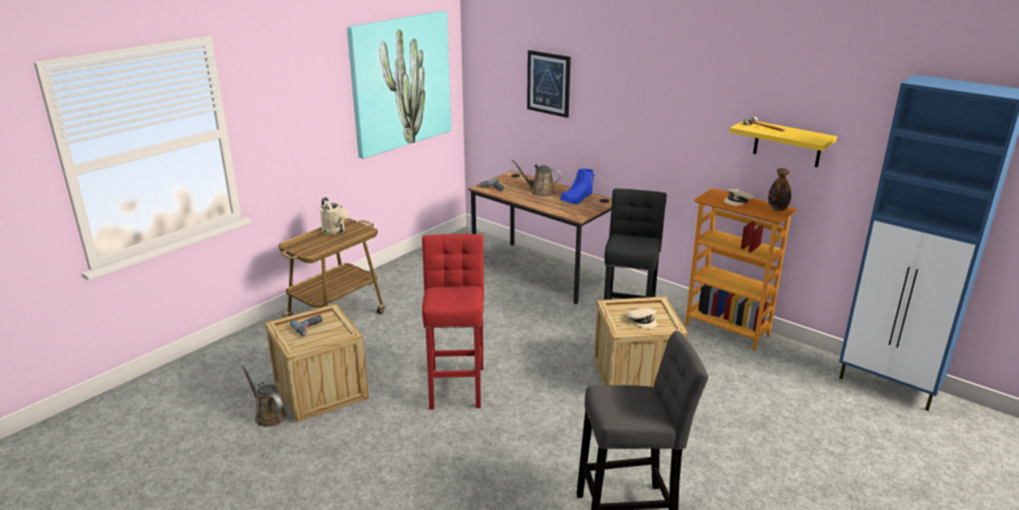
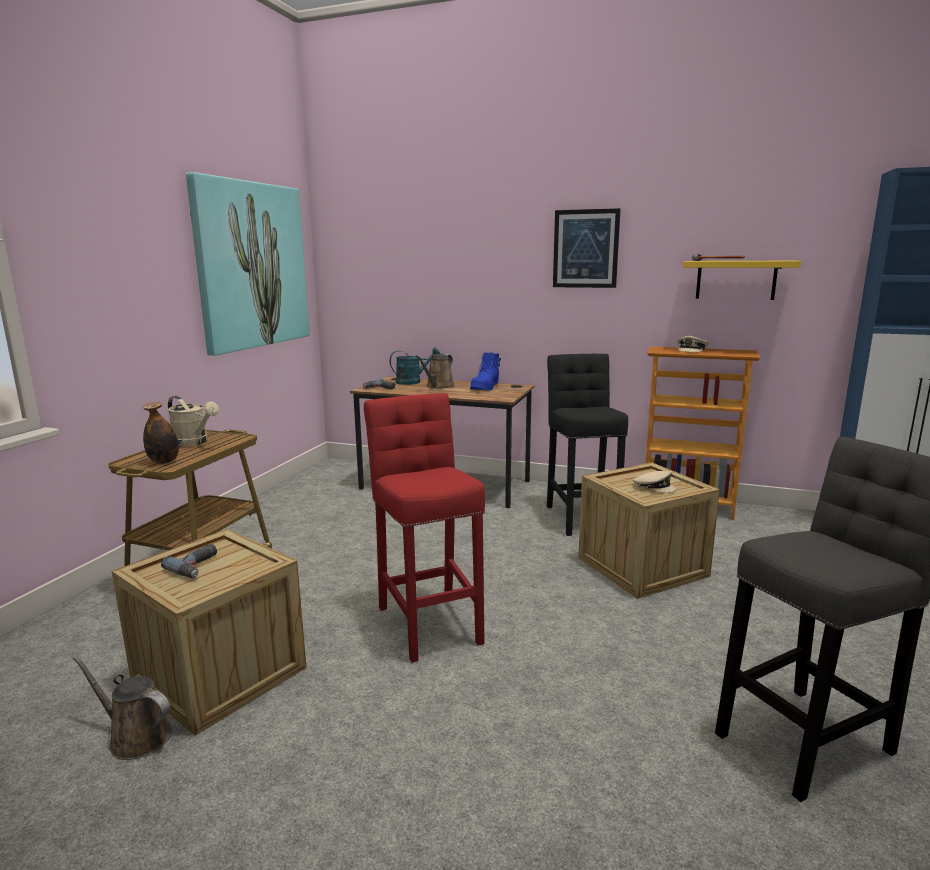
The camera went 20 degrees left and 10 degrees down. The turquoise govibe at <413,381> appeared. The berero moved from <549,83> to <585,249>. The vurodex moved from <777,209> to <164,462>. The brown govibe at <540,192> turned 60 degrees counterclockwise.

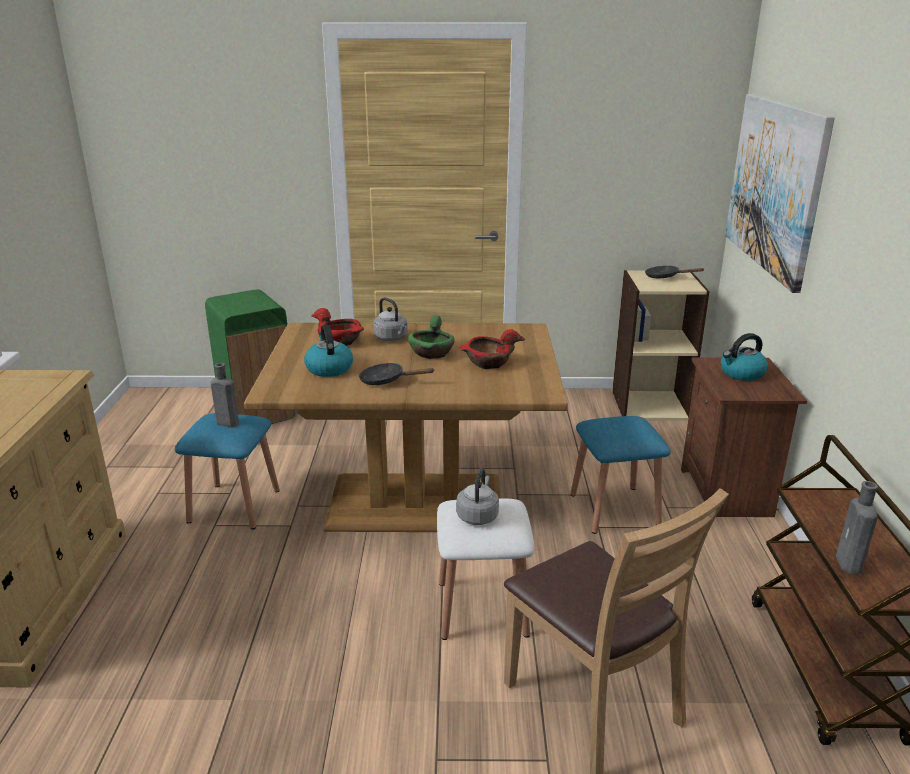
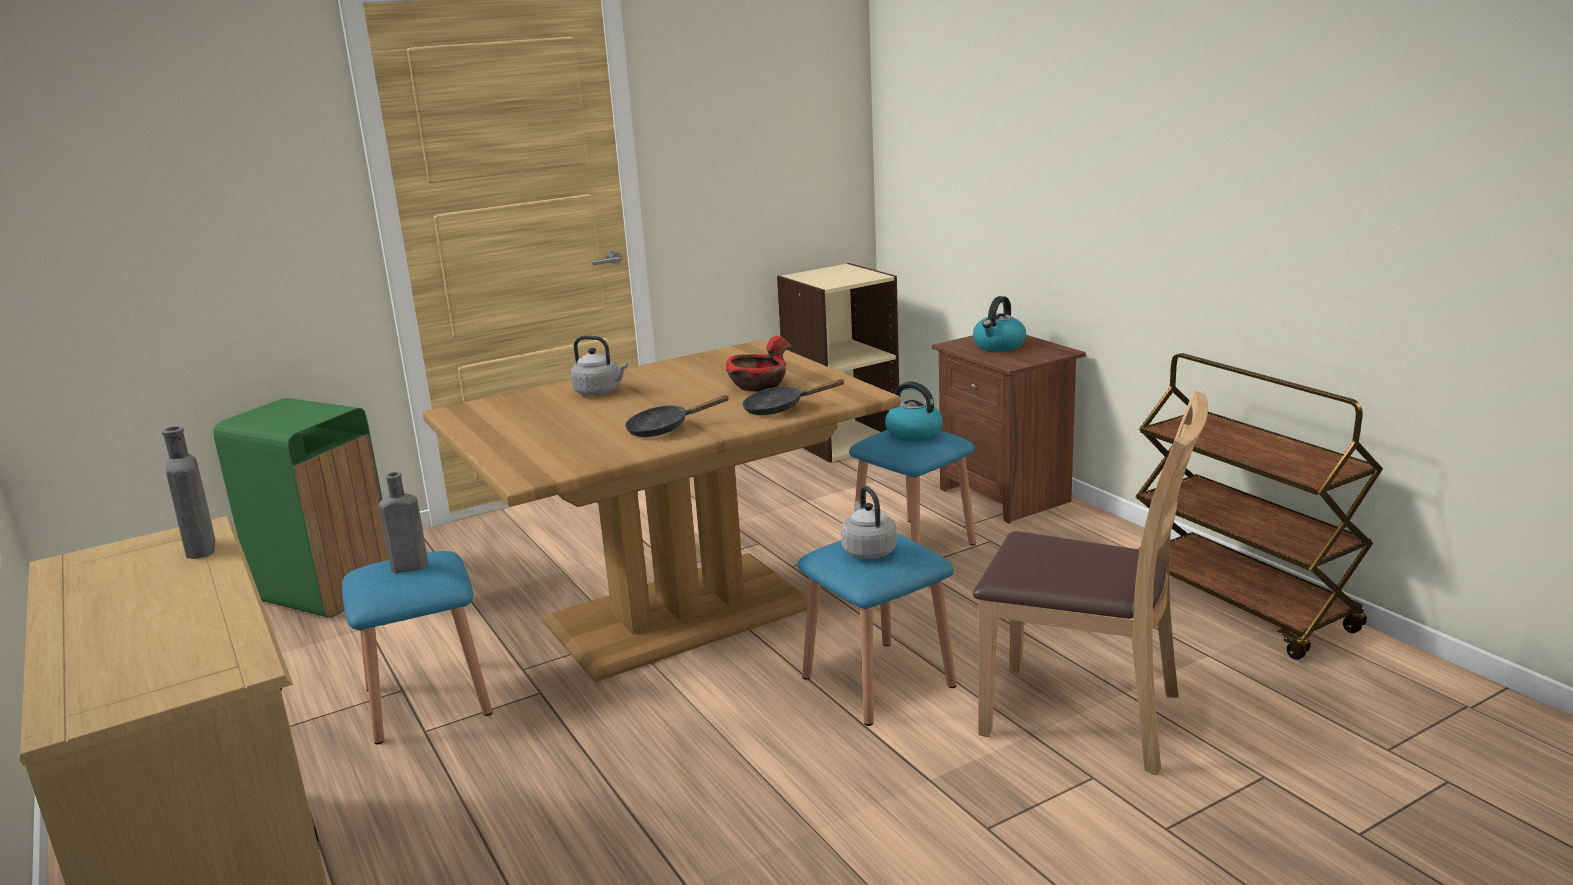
The camera went 30 degrees left and 5 degrees down. The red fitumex at <340,341> disappeared. The green fitumex at <432,353> disappeared. The berero at <775,186> disappeared. The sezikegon moved from <329,368> to <912,434>. The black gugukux moved from <665,277> to <780,408>. The grey vurodex moved from <849,565> to <201,550>. The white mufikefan at <482,608> became the blue mufikefan at <878,681>.

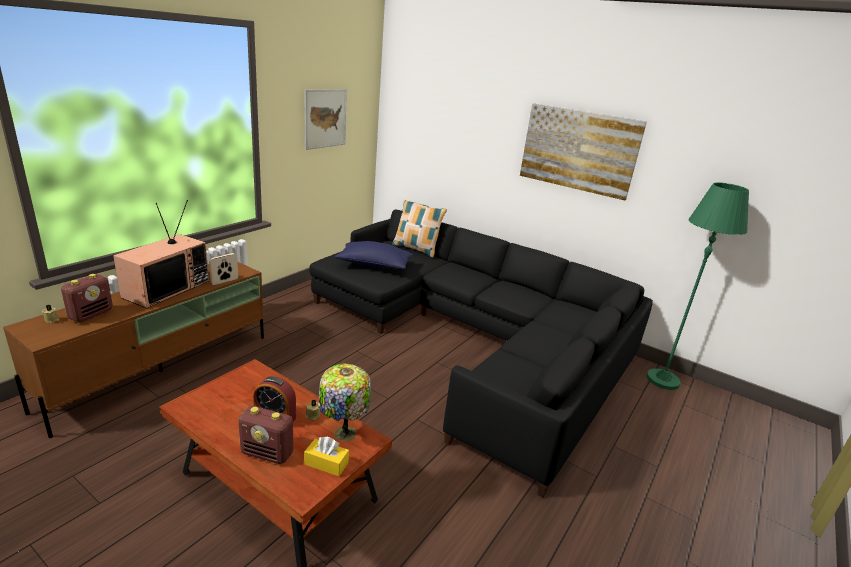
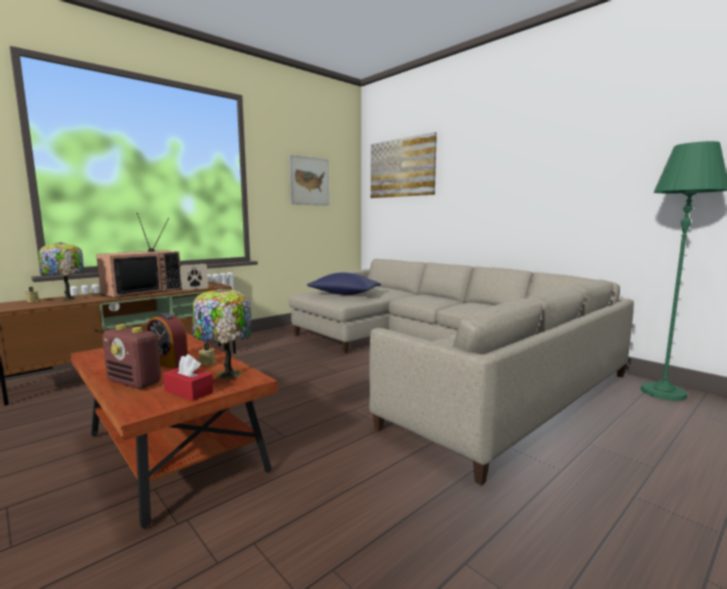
The camera went 15 degrees right and 15 degrees down. The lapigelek at <416,249> disappeared. The berero moved from <578,150> to <401,168>. The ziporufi at <91,314> was replaced by the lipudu at <66,299>. The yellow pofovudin at <326,463> became the red pofovudin at <188,391>. The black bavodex at <474,340> became the beige bavodex at <439,359>.

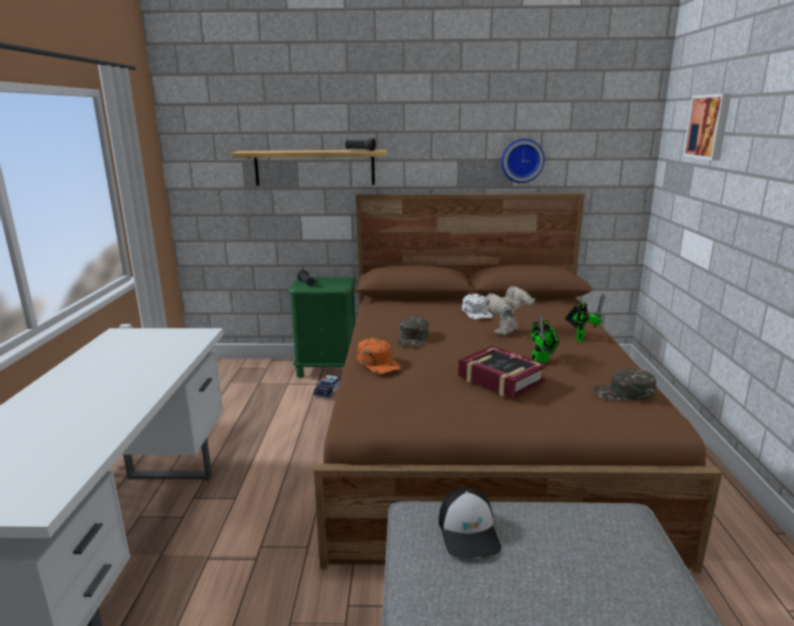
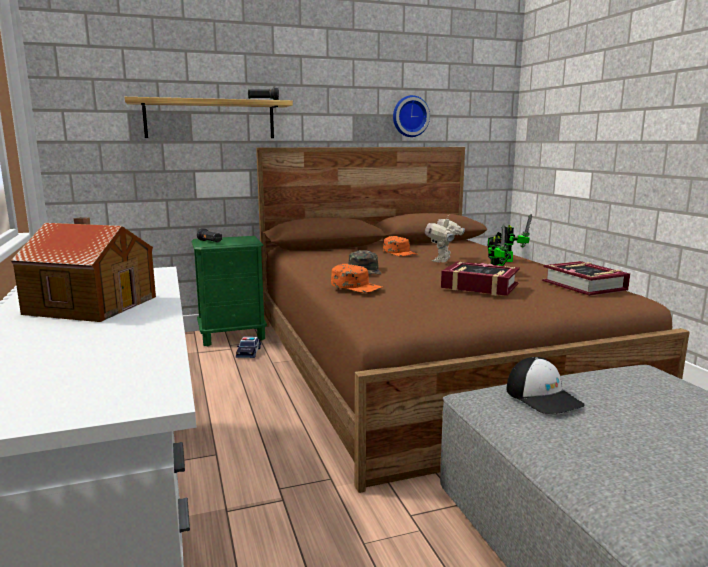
The camera went 20 degrees left and 5 degrees down. The berero at <709,126> disappeared. The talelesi at <92,304> appeared. The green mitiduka at <623,393> was replaced by the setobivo at <584,285>. The white mitiduka at <477,312> became the orange mitiduka at <400,252>.

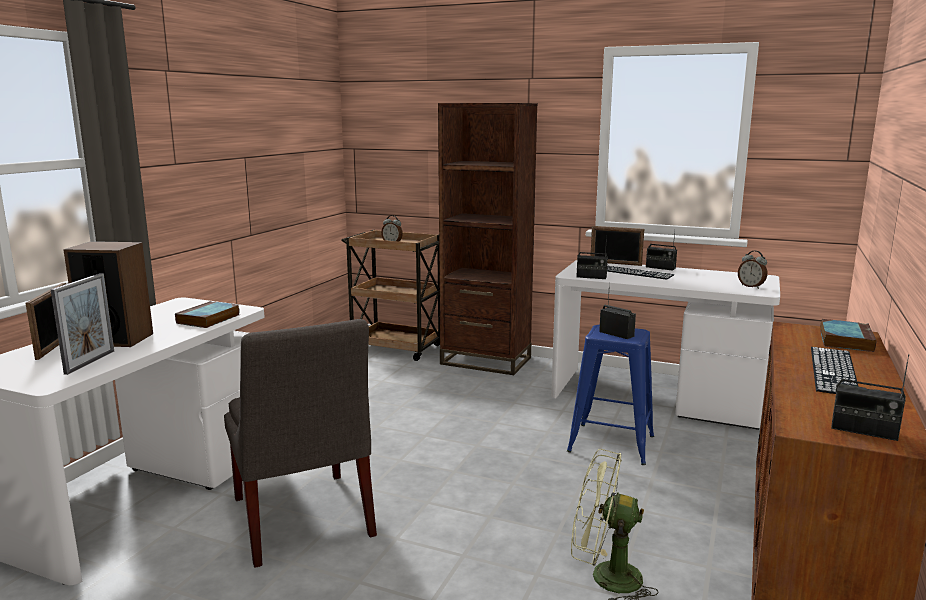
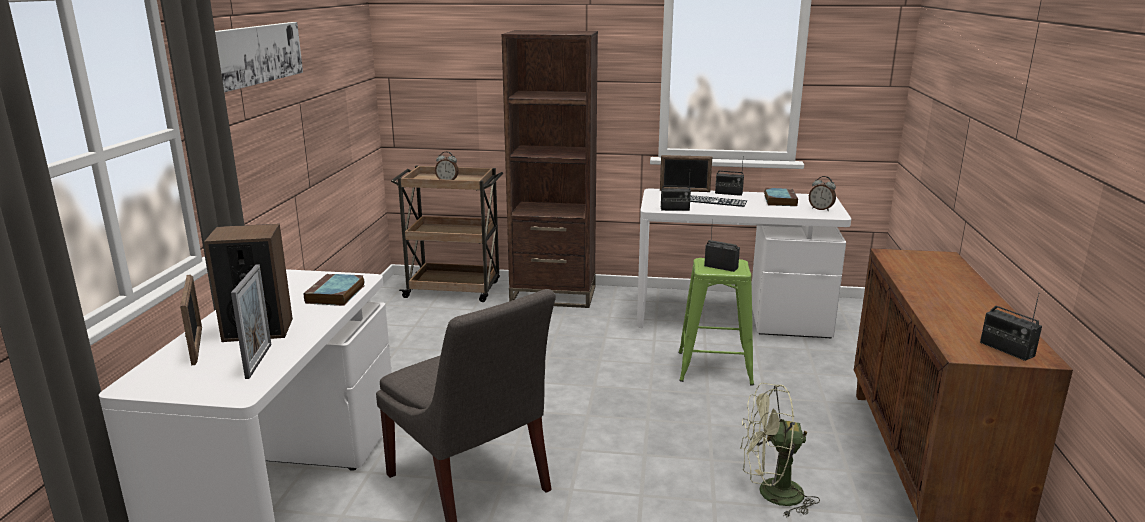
The camera went 15 degrees left and 5 degrees up. The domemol at <833,370> disappeared. The berero at <256,54> appeared. The setobivo moved from <845,340> to <779,200>. The blue mufikefan at <612,444> became the green mufikefan at <715,368>. The ziporufi at <864,430> turned 45 degrees clockwise.

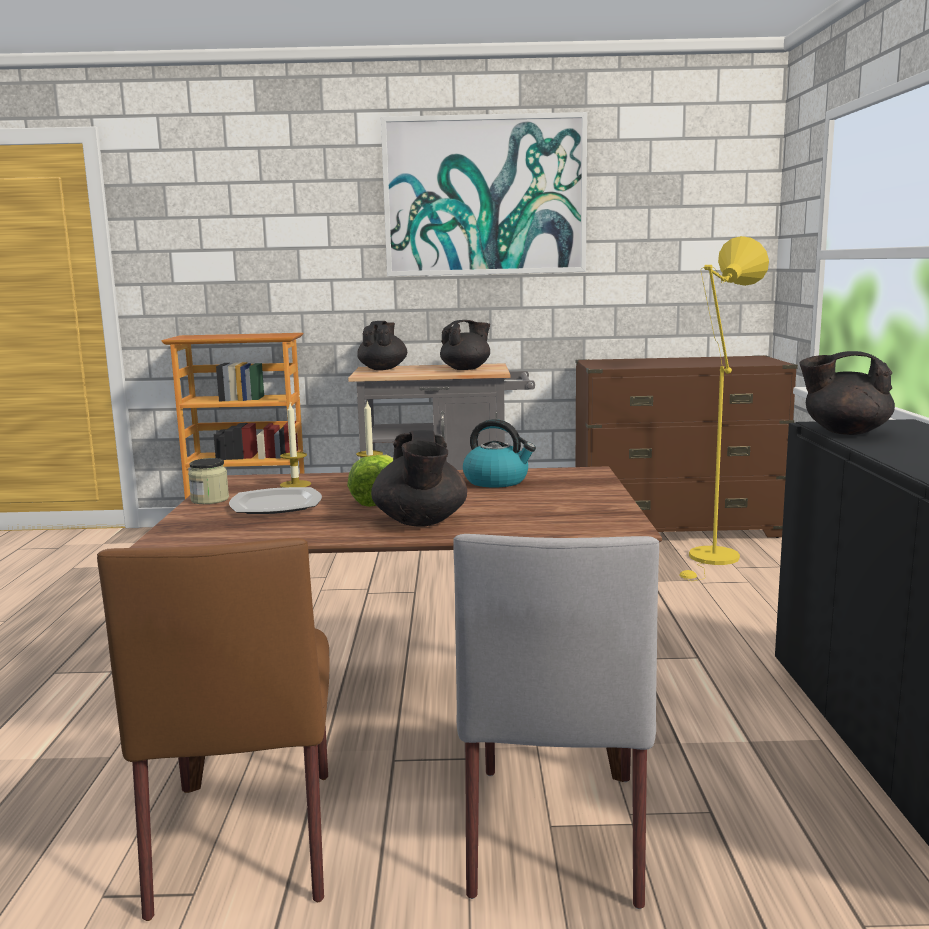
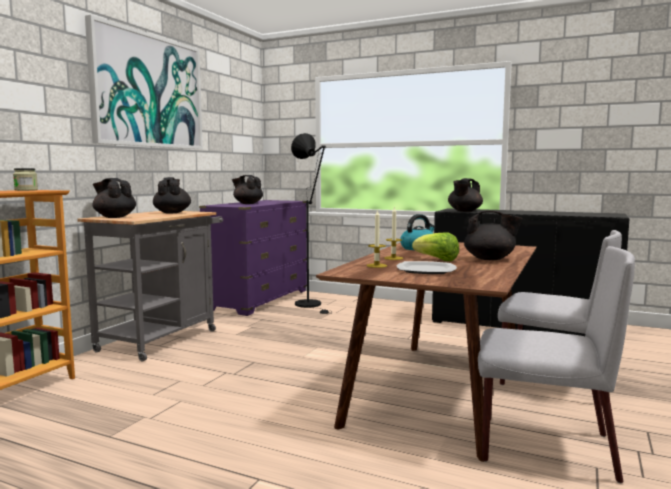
The camera went 65 degrees left and 5 degrees down. The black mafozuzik at <247,203> appeared. The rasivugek moved from <210,499> to <26,190>. The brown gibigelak at <246,837> became the grey gibigelak at <543,447>. The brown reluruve at <676,528> became the purple reluruve at <259,300>. The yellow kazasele at <712,560> became the black kazasele at <311,305>.

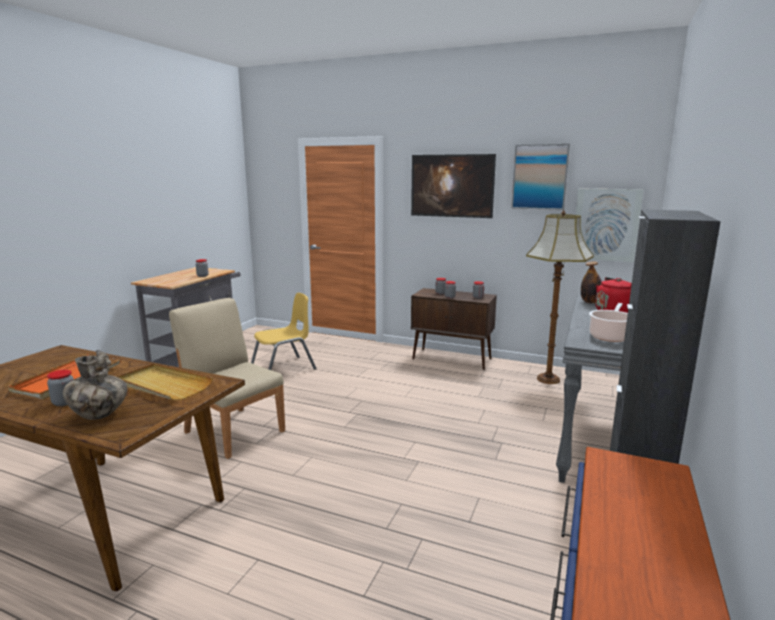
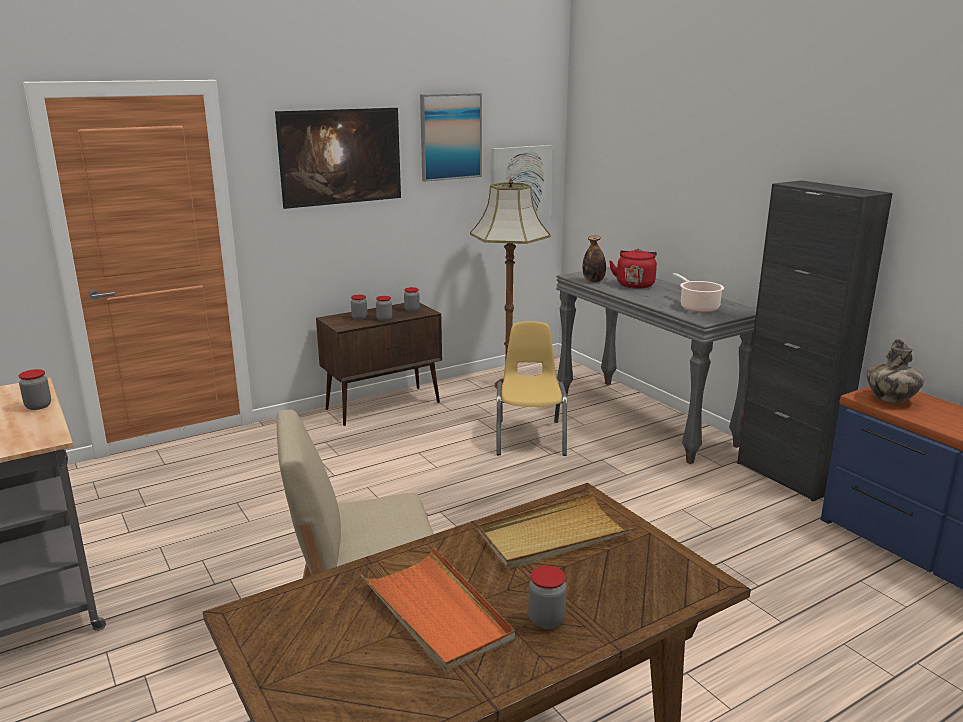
The camera went 55 degrees left and 5 degrees up. The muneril moved from <99,415> to <890,400>. The yellow gibigelak moved from <283,368> to <530,437>.

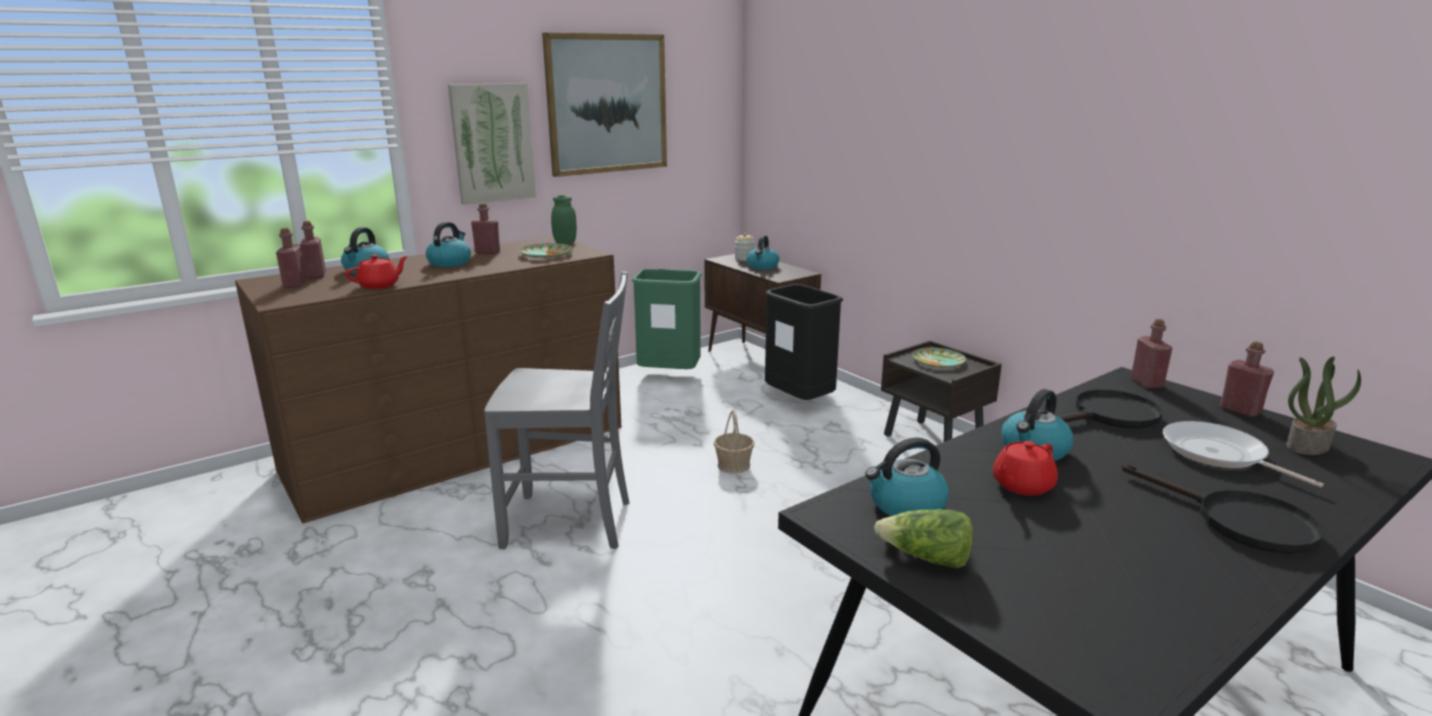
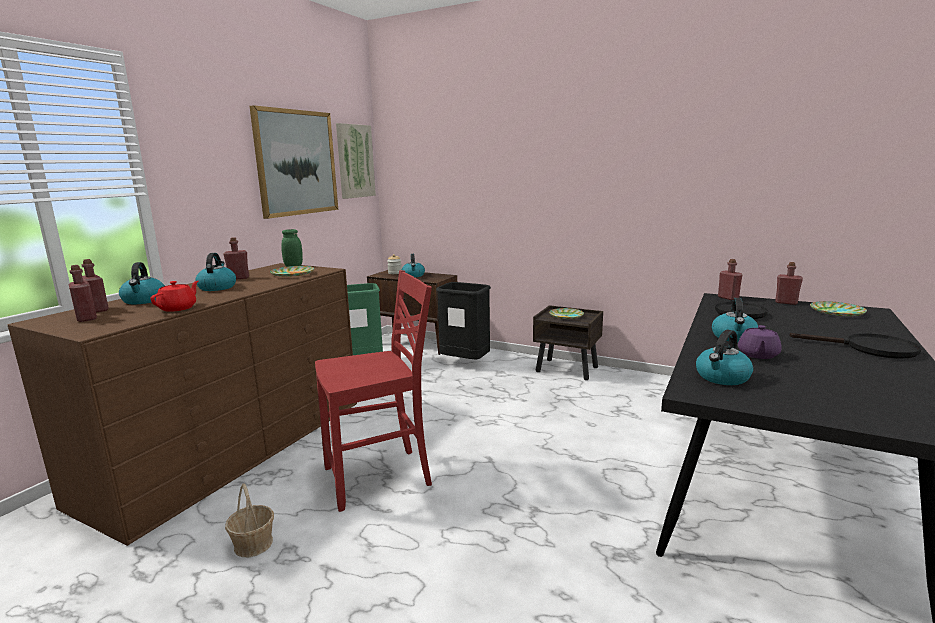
The camera went 25 degrees left and 5 degrees down. The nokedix at <926,558> disappeared. The gugukux at <1218,454> disappeared. The berero moved from <492,143> to <355,161>. The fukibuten moved from <734,465> to <253,544>. The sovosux at <1307,445> was replaced by the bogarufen at <836,312>. The grey gibigelak at <570,523> became the red gibigelak at <380,477>. The red mafozuzik at <1021,485> became the purple mafozuzik at <757,355>.

